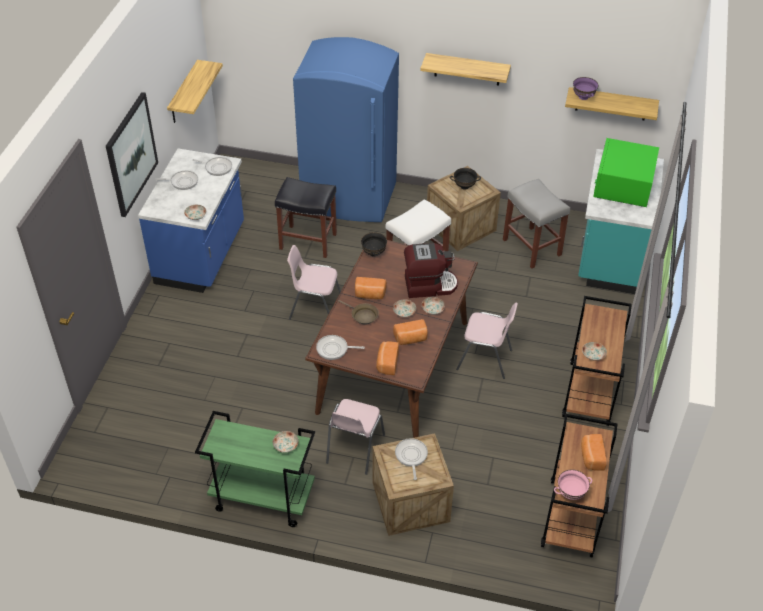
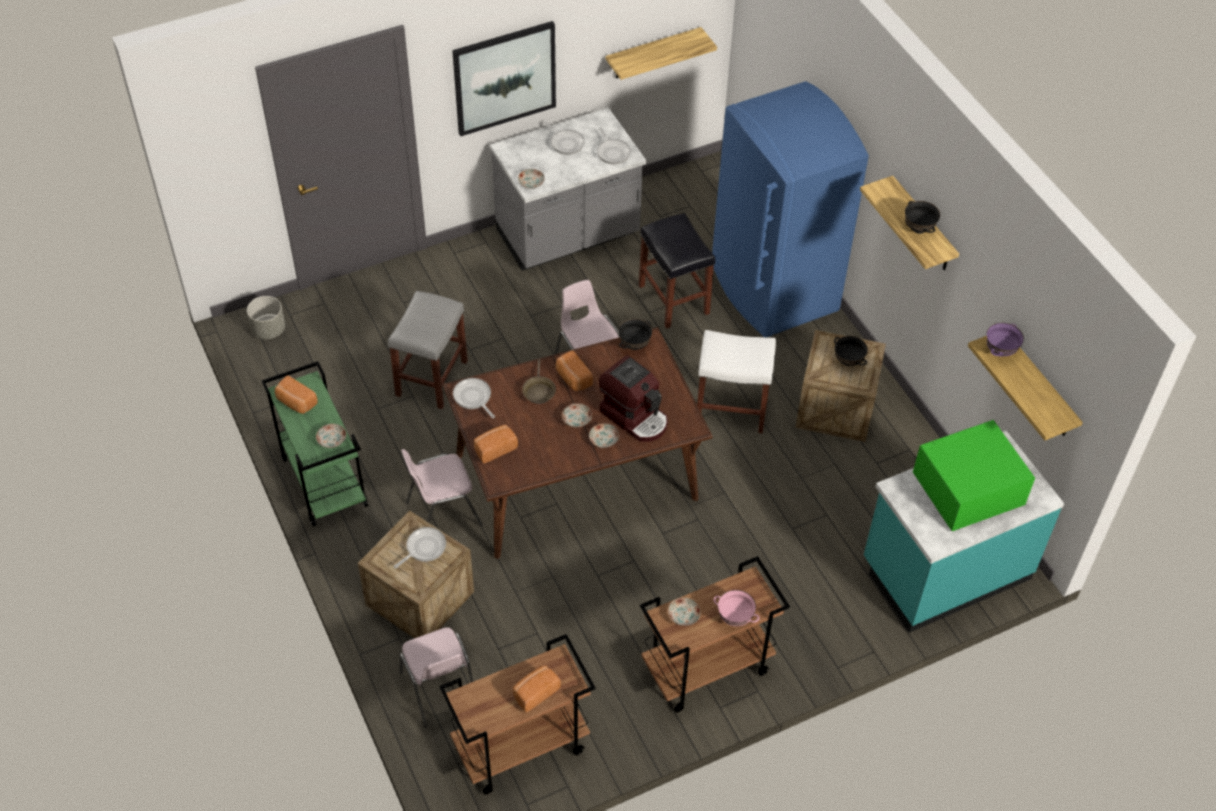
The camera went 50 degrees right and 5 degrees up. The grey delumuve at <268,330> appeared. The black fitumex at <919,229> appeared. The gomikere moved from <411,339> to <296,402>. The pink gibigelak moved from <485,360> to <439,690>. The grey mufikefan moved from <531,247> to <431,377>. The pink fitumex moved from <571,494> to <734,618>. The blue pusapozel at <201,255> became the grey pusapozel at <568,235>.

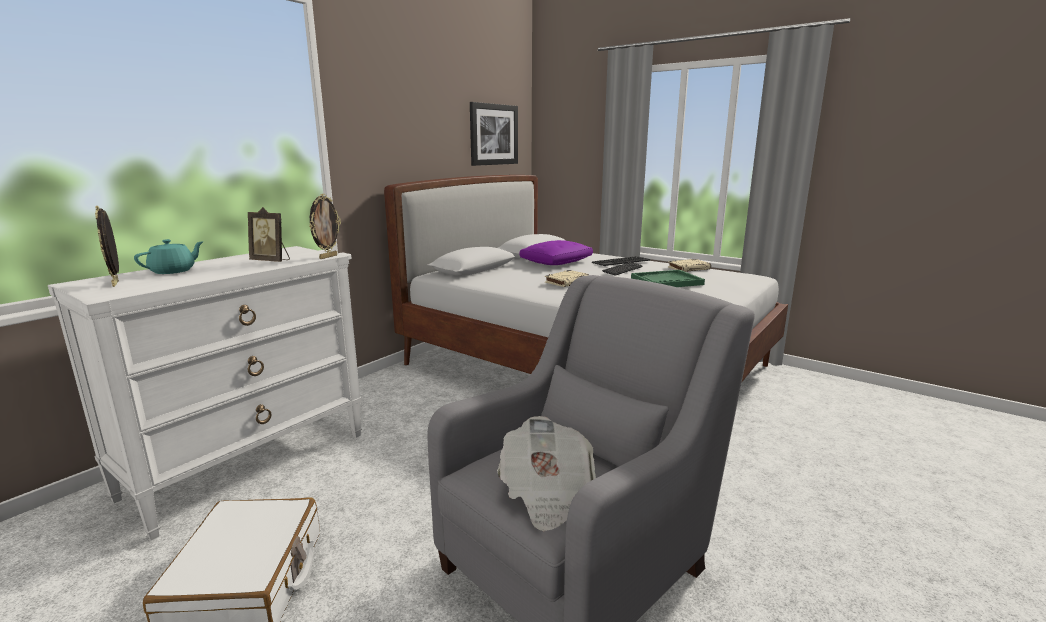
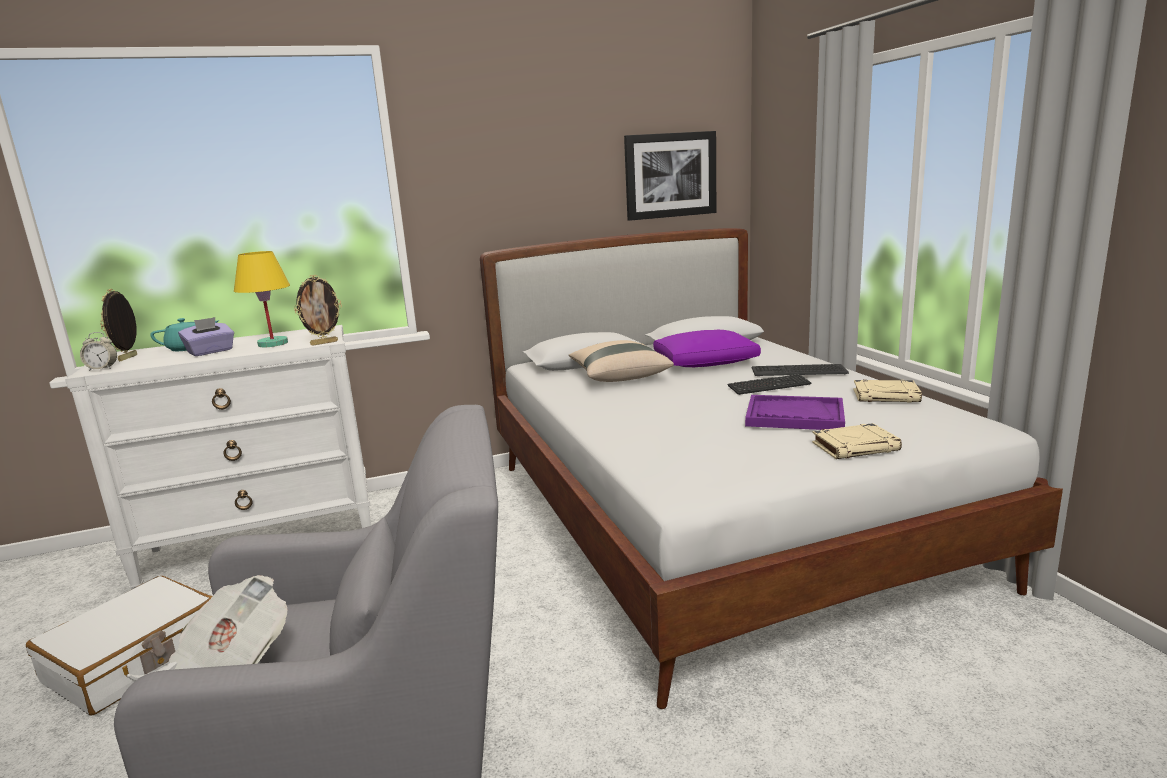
The camera went 35 degrees right and 0 degrees up. The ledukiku at <102,368> appeared. The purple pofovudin at <211,351> appeared. The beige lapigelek at <619,376> appeared. The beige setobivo moved from <567,281> to <855,447>. The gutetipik at <271,261> was replaced by the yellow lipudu at <273,344>. The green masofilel at <666,281> became the purple masofilel at <794,416>.

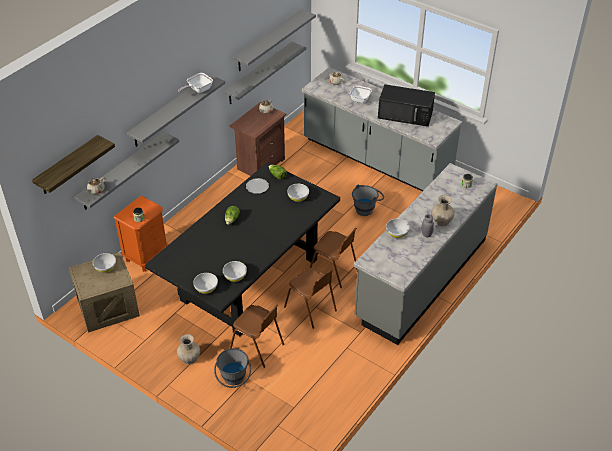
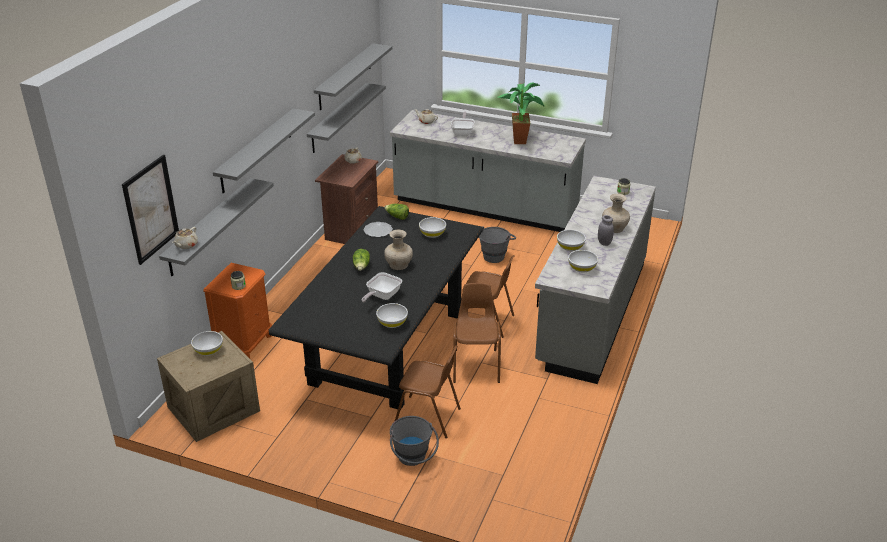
The camera went 15 degrees left and 10 degrees down. The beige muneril moved from <189,358> to <398,265>. The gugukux moved from <198,90> to <382,296>. The white fitumex moved from <206,288> to <582,268>. The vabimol at <68,166> was replaced by the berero at <151,209>. The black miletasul at <406,114> was replaced by the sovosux at <521,140>. The brown gibigelak at <310,309> turned 120 degrees counterclockwise.

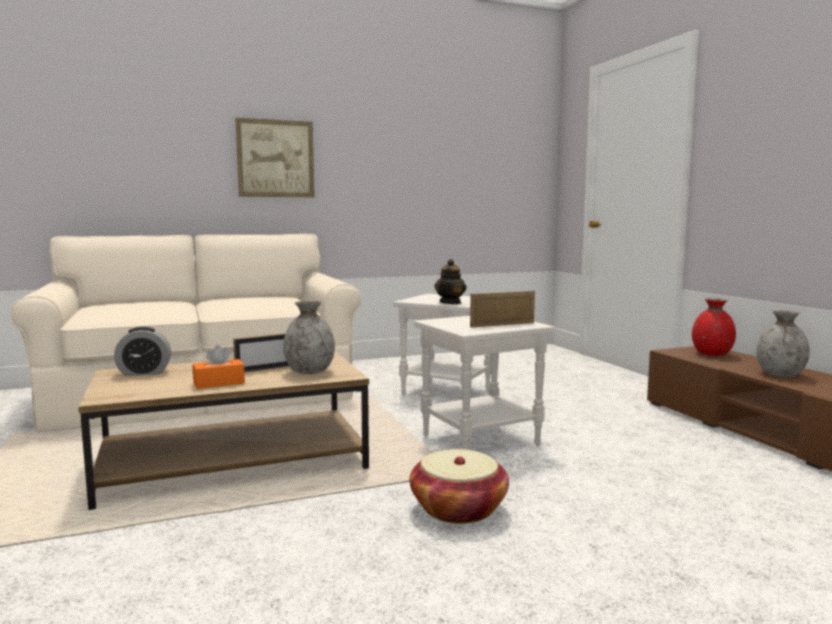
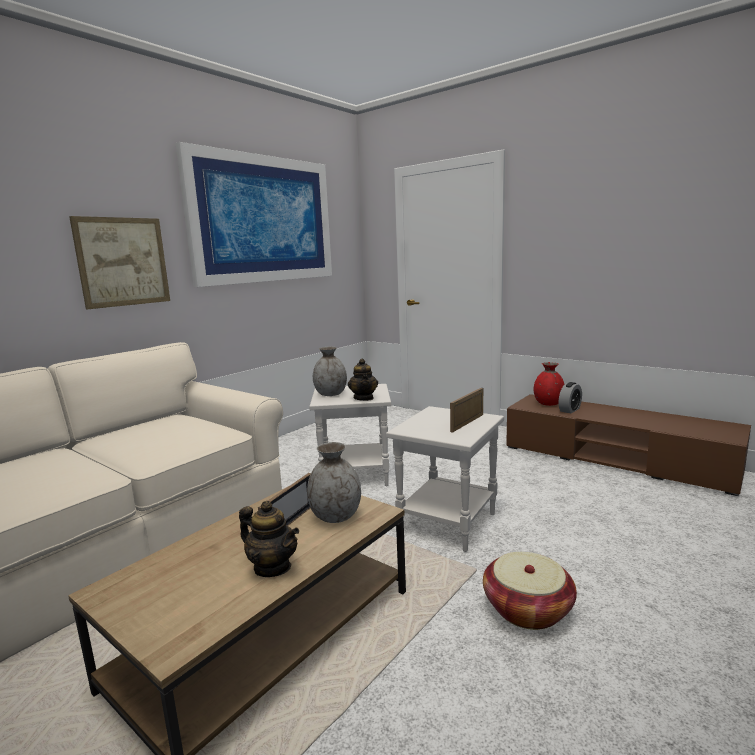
The camera went 30 degrees left and 5 degrees up. The berero at <263,220> appeared. The ledukiku moved from <144,373> to <569,410>. The grey muneril moved from <780,374> to <331,394>. The orange pofovudin at <219,383> was replaced by the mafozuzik at <272,567>.

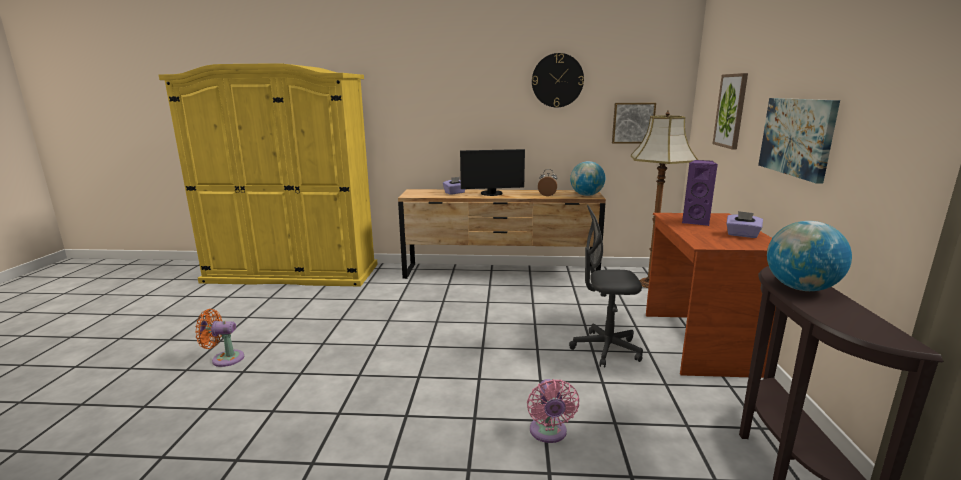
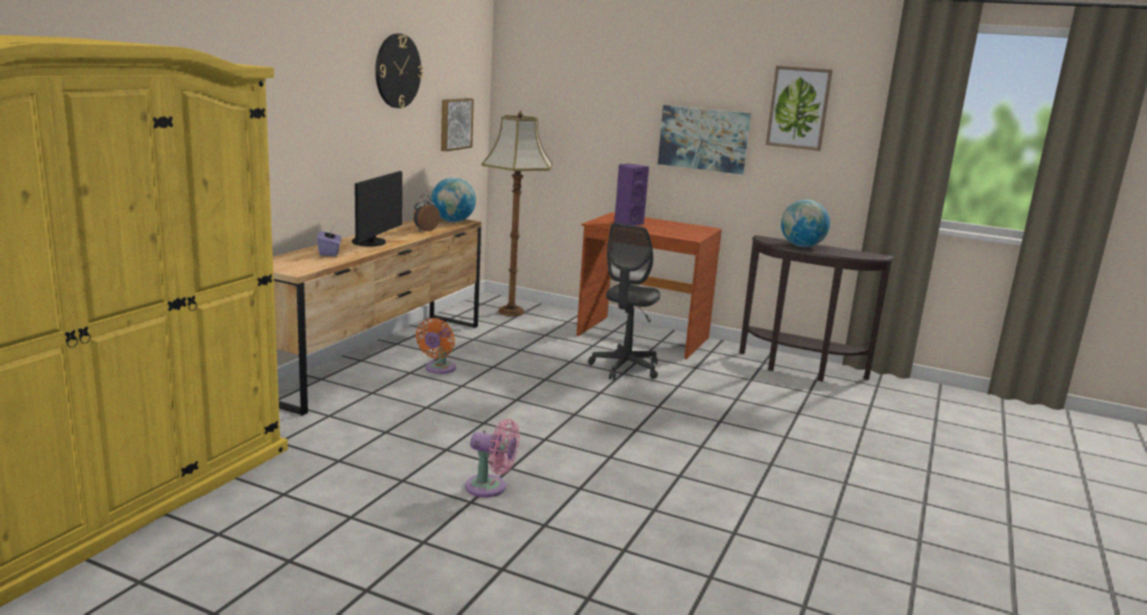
The camera went 70 degrees left and 0 degrees up. The purple pofovudin at <742,235> disappeared. The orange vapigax moved from <224,359> to <438,369>. The pink vapigax moved from <548,433> to <490,488>. The berero moved from <731,111> to <798,108>.

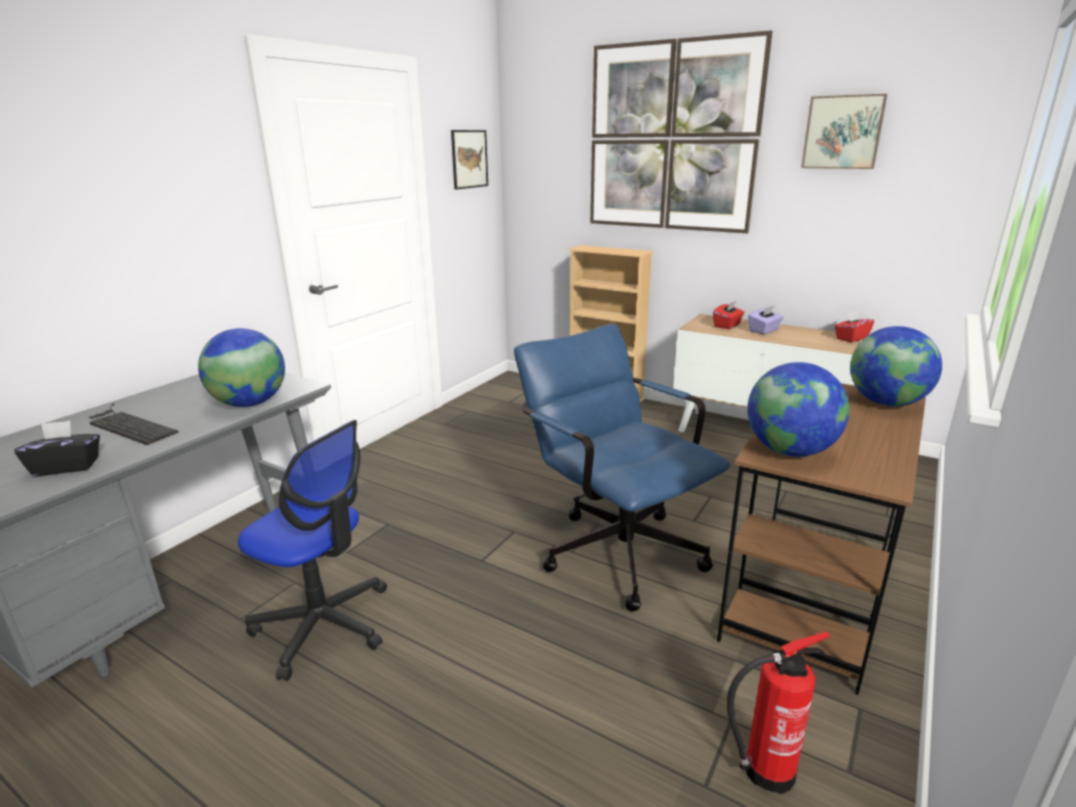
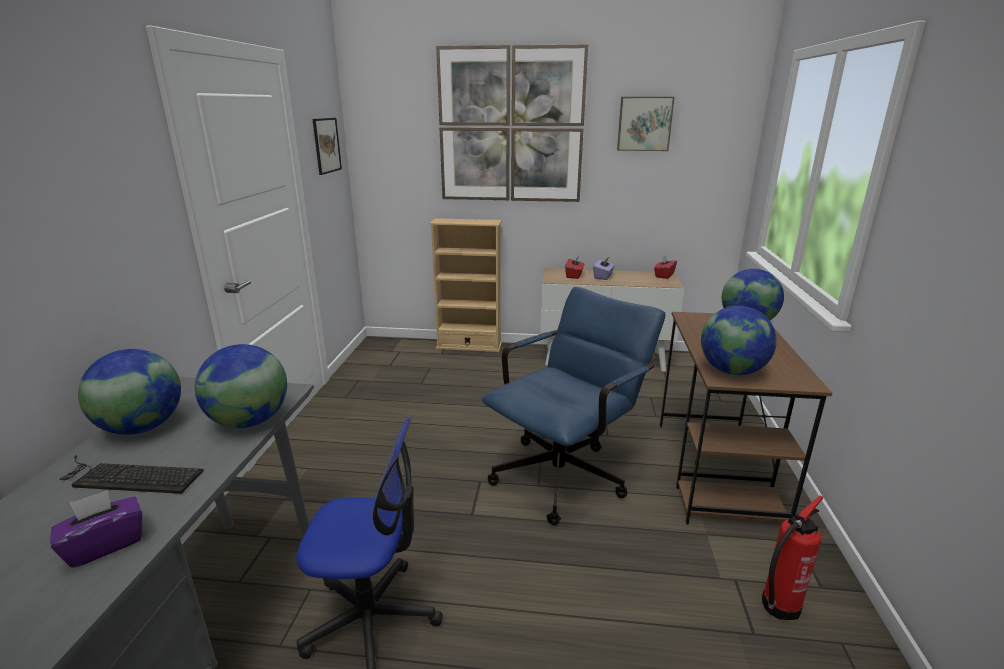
The camera went 25 degrees left and 0 degrees up. The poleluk at <142,427> appeared. The black pofovudin at <67,467> became the purple pofovudin at <105,544>. The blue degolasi at <613,547> turned 105 degrees clockwise.

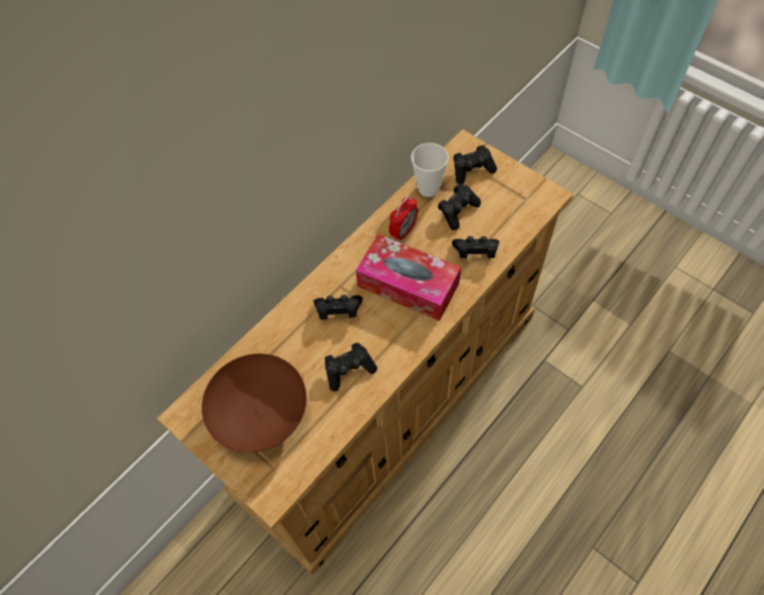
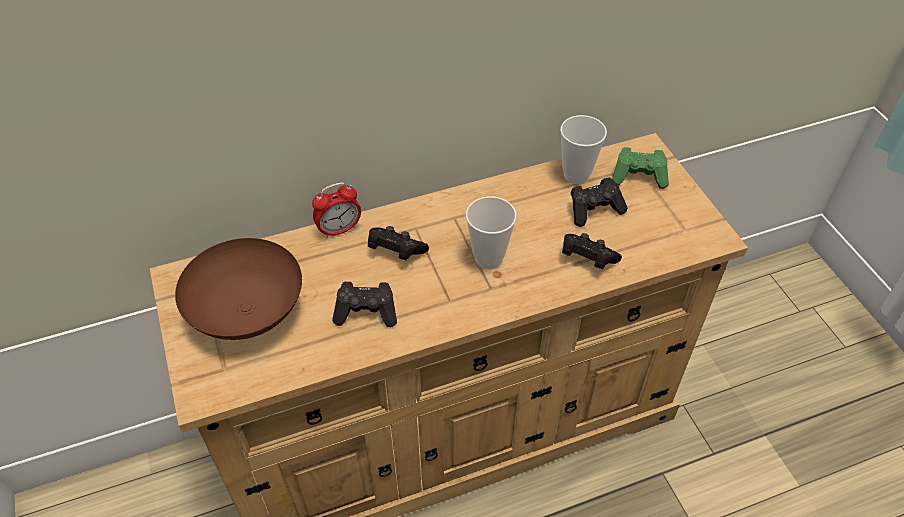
The camera went 25 degrees right and 10 degrees down. The ledukiku moved from <403,232> to <339,229>. The pofovudin at <408,285> was replaced by the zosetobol at <488,258>. The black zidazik at <472,170> became the green zidazik at <639,176>.

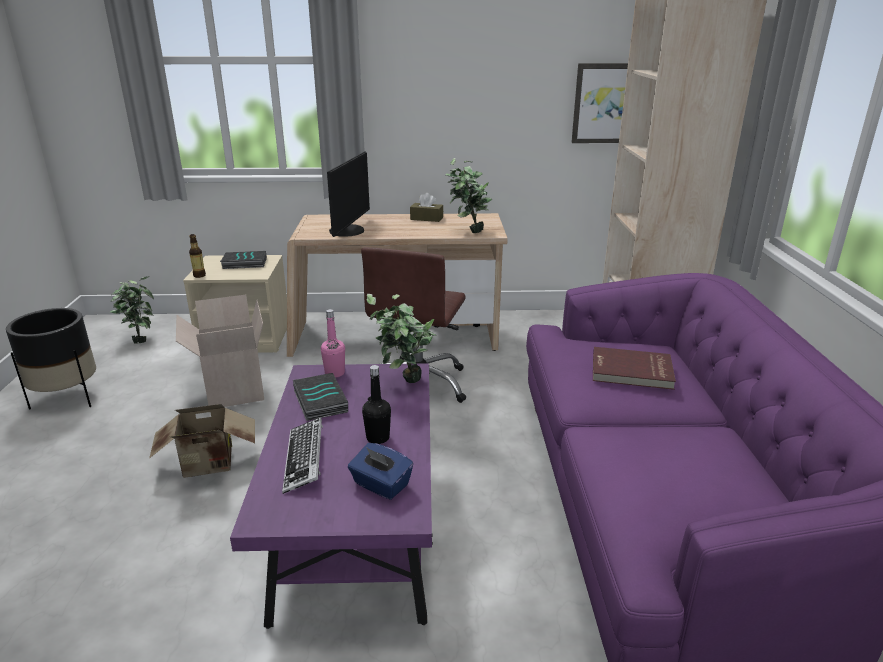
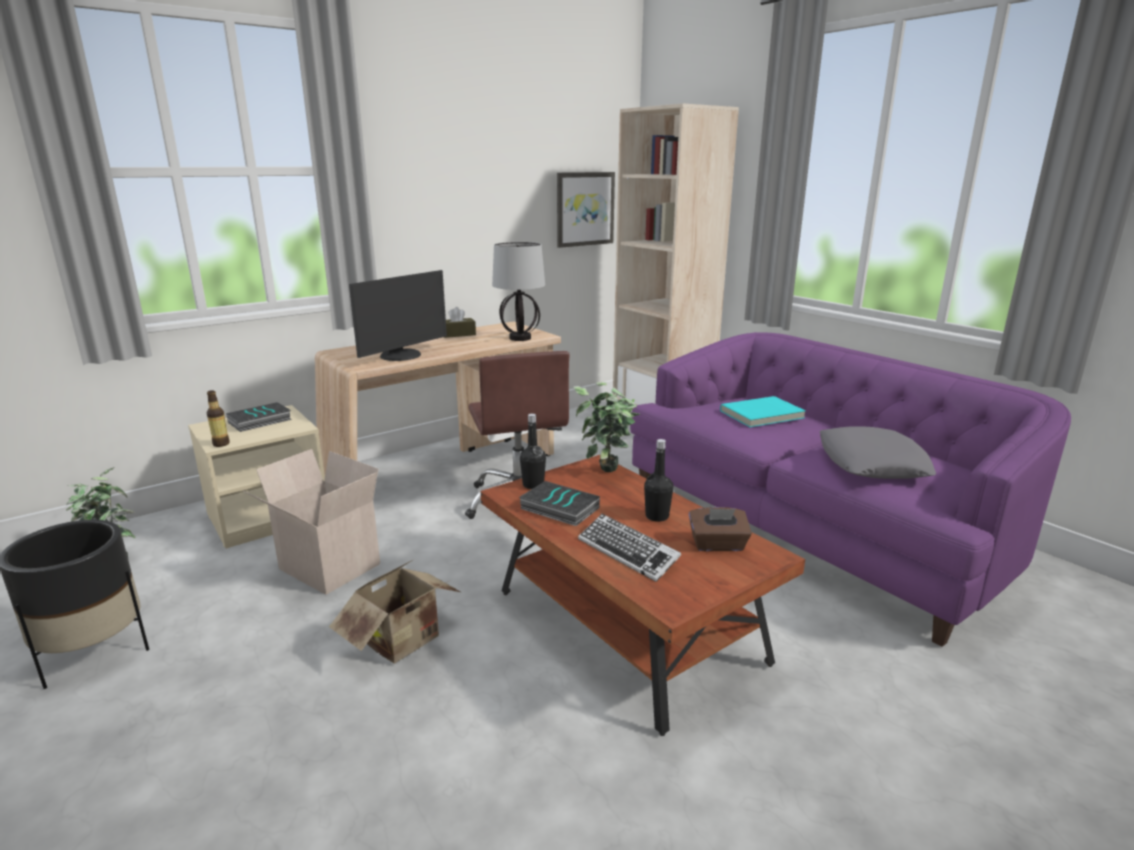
The camera went 35 degrees left and 5 degrees down. The grey lapigelek at <871,463> appeared. The sovosux at <467,232> was replaced by the lipudu at <519,338>. The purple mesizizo at <357,527> became the brown mesizizo at <626,627>. The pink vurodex at <334,373> became the black vurodex at <533,485>. The blue pofovudin at <380,485> became the brown pofovudin at <717,545>. The red setobivo at <631,371> became the turquoise setobivo at <762,415>. The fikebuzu at <348,231> turned 60 degrees clockwise.

